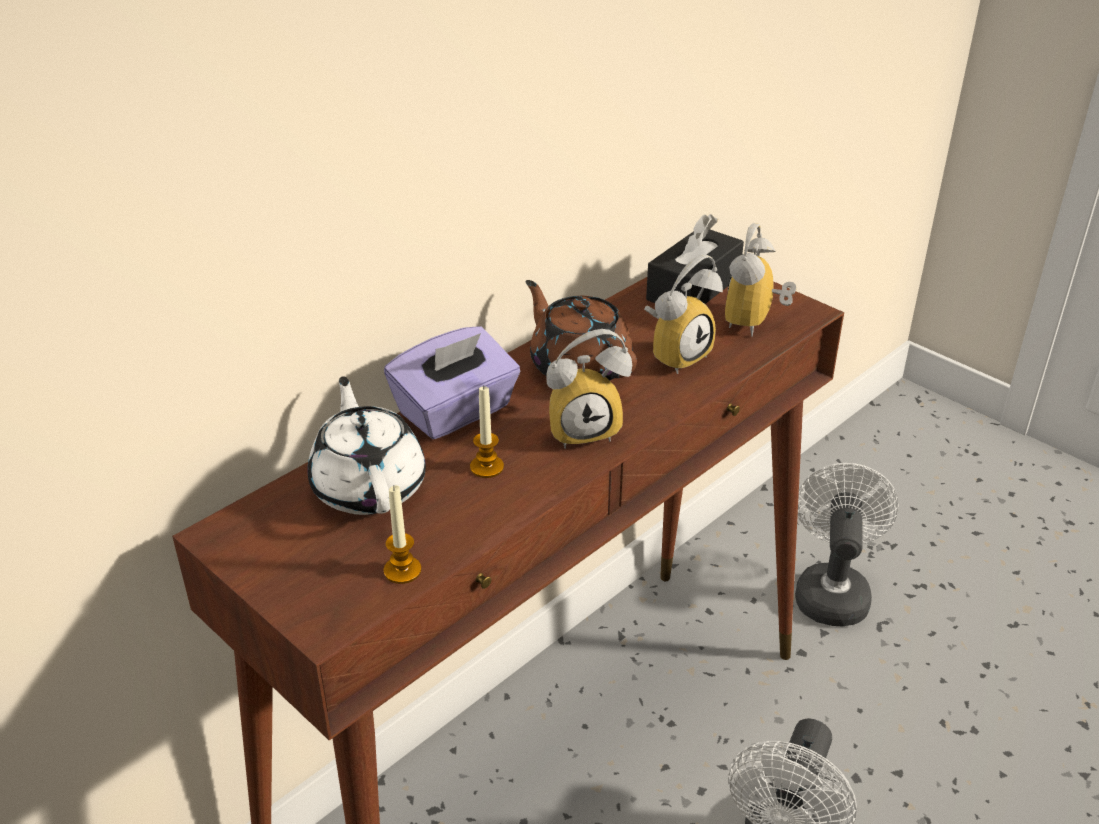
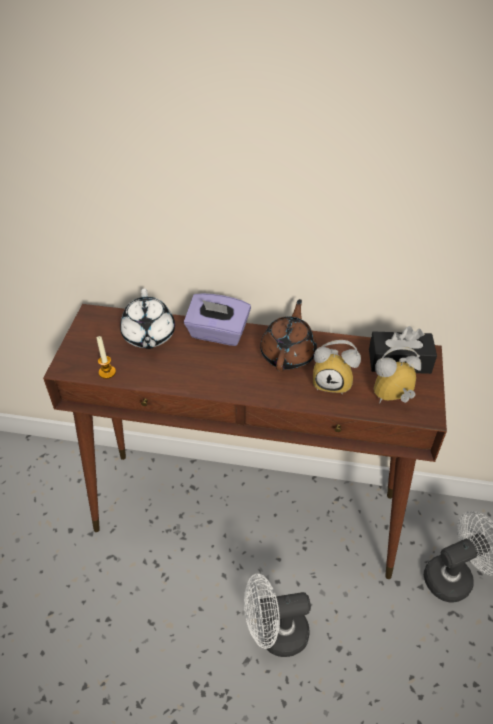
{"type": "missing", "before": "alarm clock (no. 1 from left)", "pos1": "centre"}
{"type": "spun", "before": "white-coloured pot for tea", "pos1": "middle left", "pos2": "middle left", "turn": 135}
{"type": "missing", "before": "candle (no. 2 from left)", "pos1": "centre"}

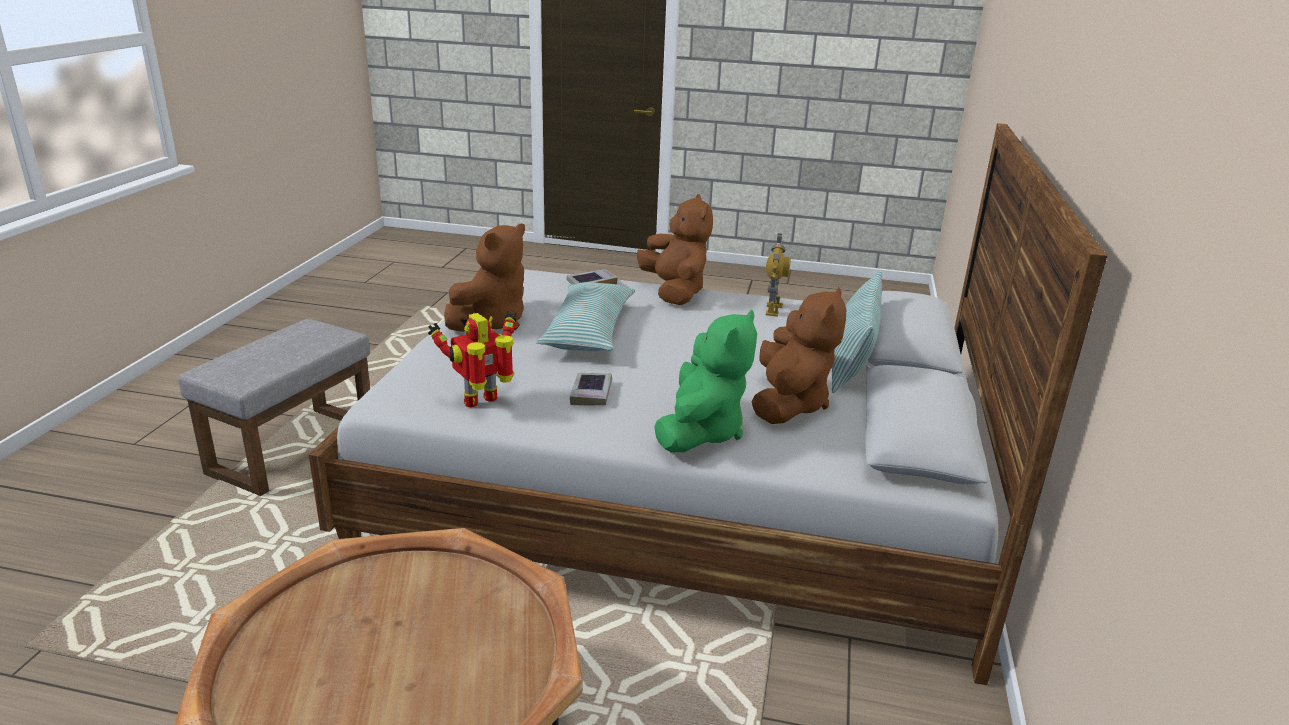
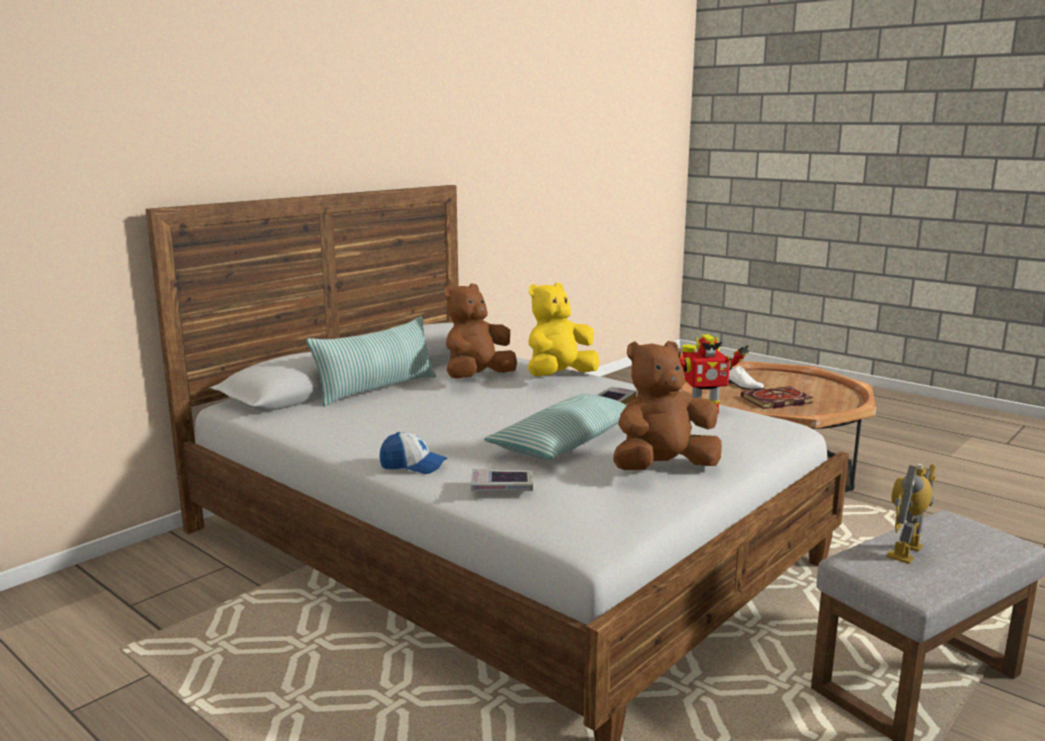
{"type": "exchanged", "before": "brown soft toy (no. 2 from left)", "after": "cap", "pos1": "centre", "pos2": "centre"}
{"type": "relocated", "before": "model robot (no. 2 from left)", "pos1": "centre", "pos2": "bottom right"}
{"type": "colour", "before": "green-coloured soft toy", "after": "yellow-coloured soft toy", "pos1": "centre", "pos2": "centre"}
{"type": "appeared", "after": "white-coloured low shoe", "pos2": "middle right"}
{"type": "appeared", "after": "bound book (no. 3 from left)", "pos2": "middle right"}

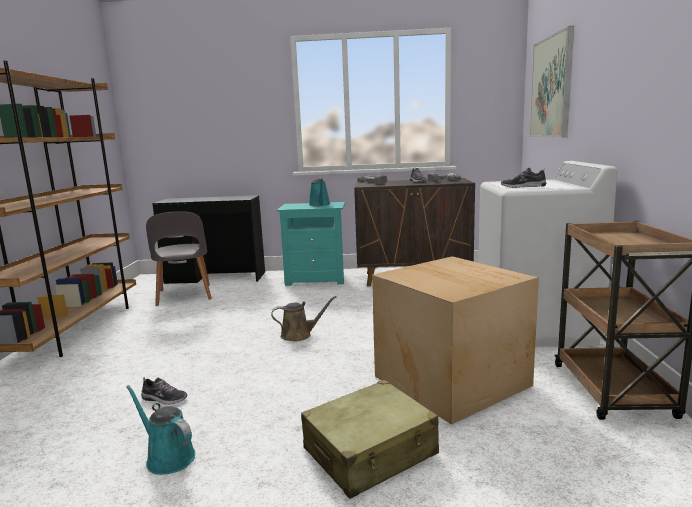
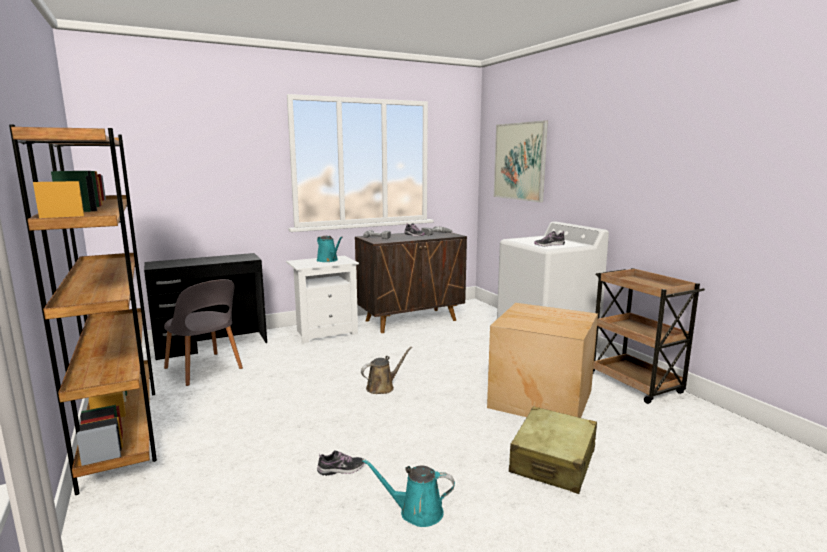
{"type": "colour", "before": "blue-green bedside table", "after": "white-coloured bedside table", "pos1": "centre", "pos2": "centre"}

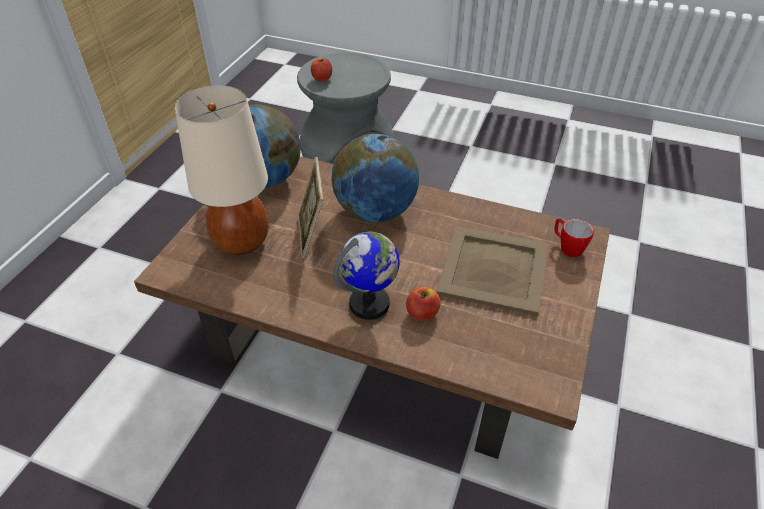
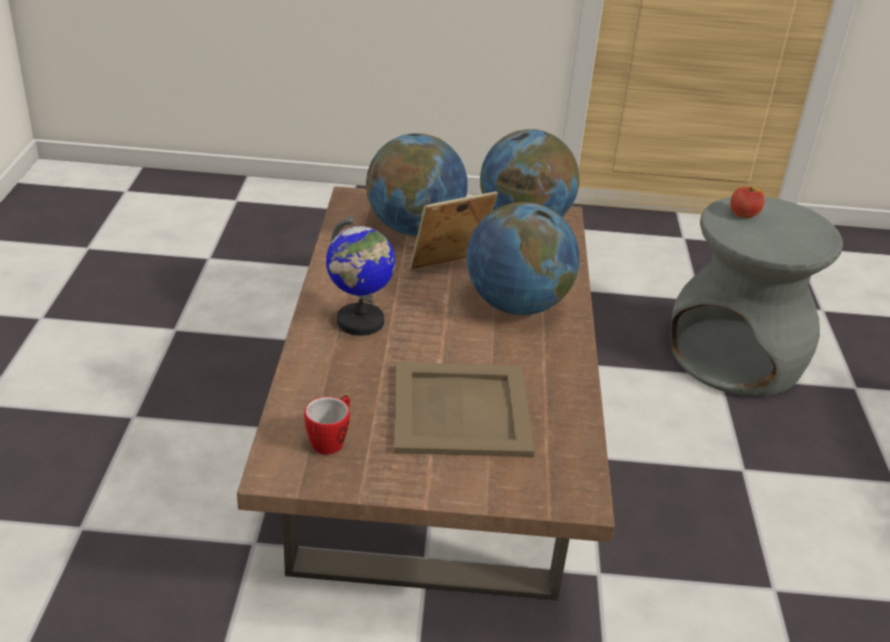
{"type": "exchanged", "before": "beige-coloured table lamp", "after": "globe (no. 2 from left)", "pos1": "middle left", "pos2": "top centre"}
{"type": "relocated", "before": "mug", "pos1": "middle right", "pos2": "centre"}
{"type": "missing", "before": "apple fruit (no. 2 from left)", "pos1": "centre"}

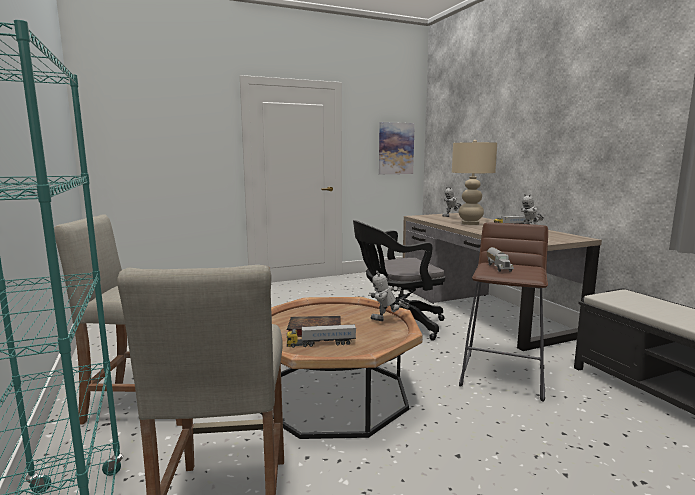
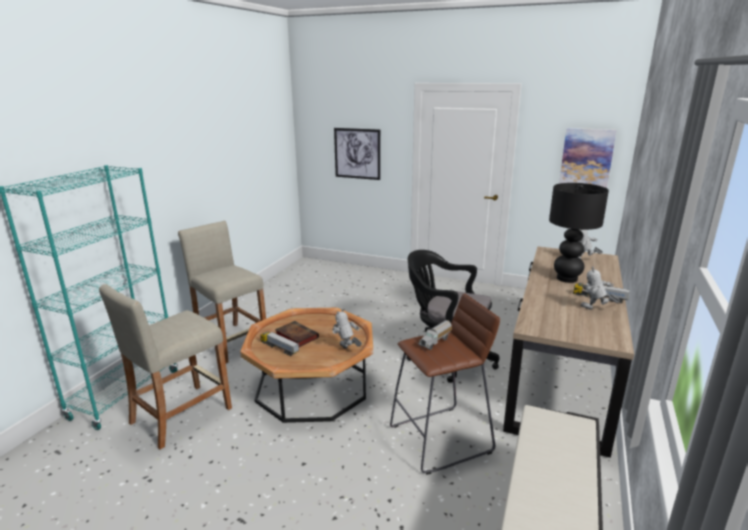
{"type": "colour", "before": "beige-coloured table lamp", "after": "black table lamp", "pos1": "middle right", "pos2": "middle right"}
{"type": "appeared", "after": "wall art (no. 1 from left)", "pos2": "top centre"}

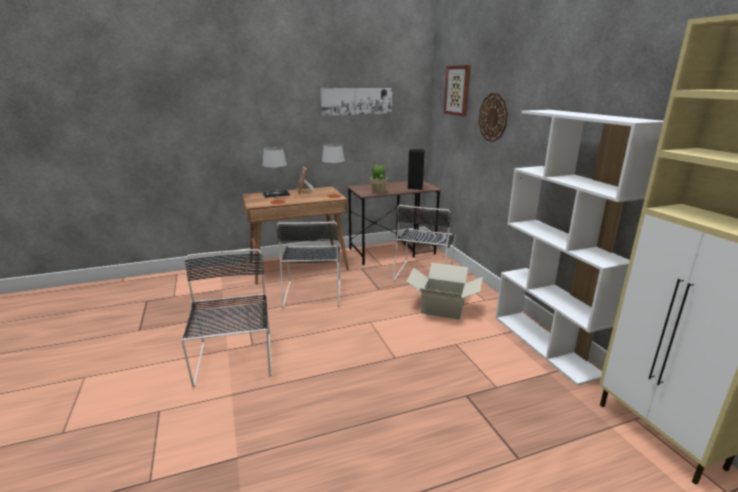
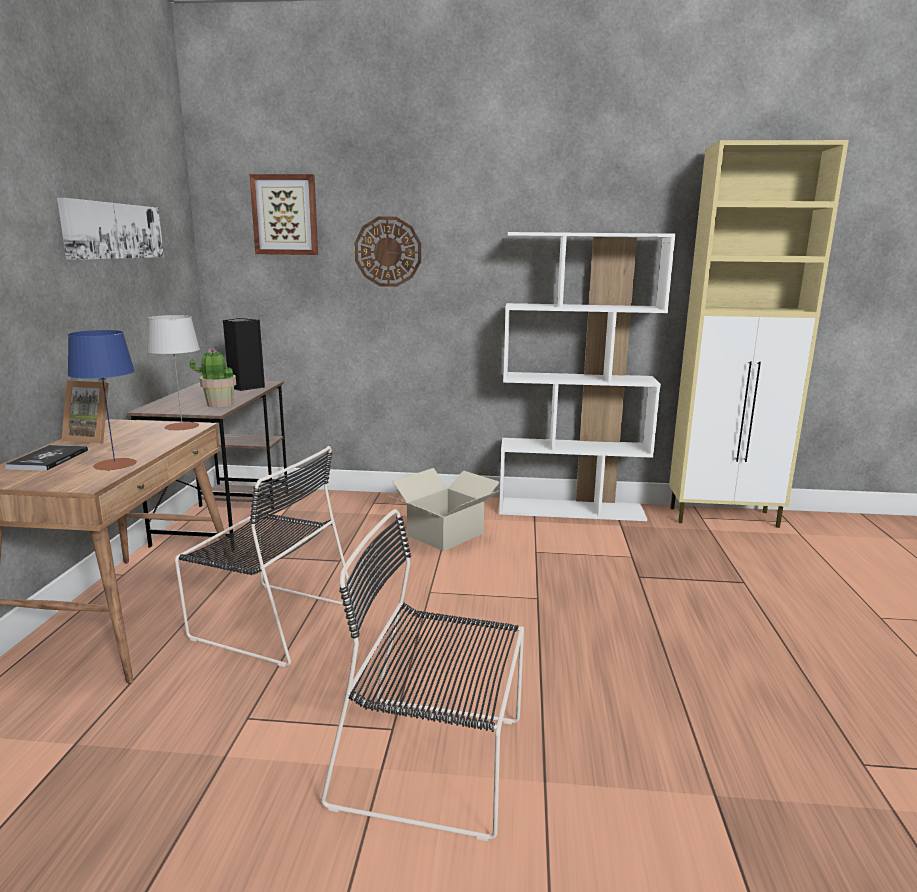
{"type": "colour", "before": "grey table lamp (no. 1 from left)", "after": "bluish table lamp", "pos1": "centre", "pos2": "middle left"}
{"type": "missing", "before": "black upright chair (no. 3 from left)", "pos1": "centre"}

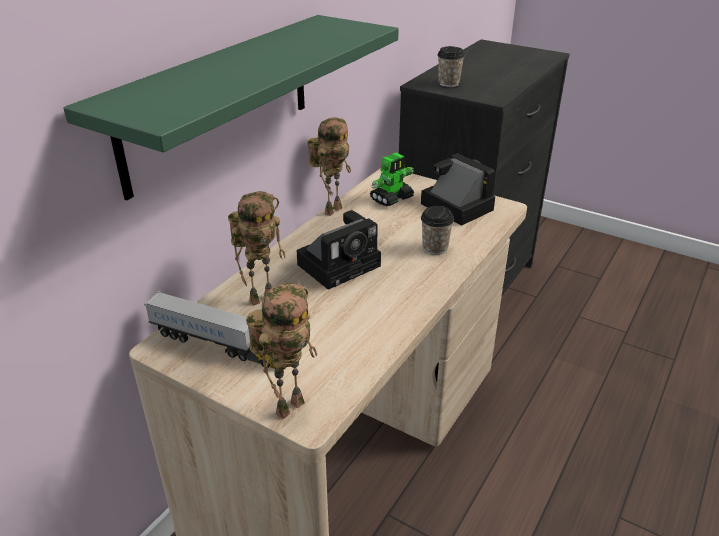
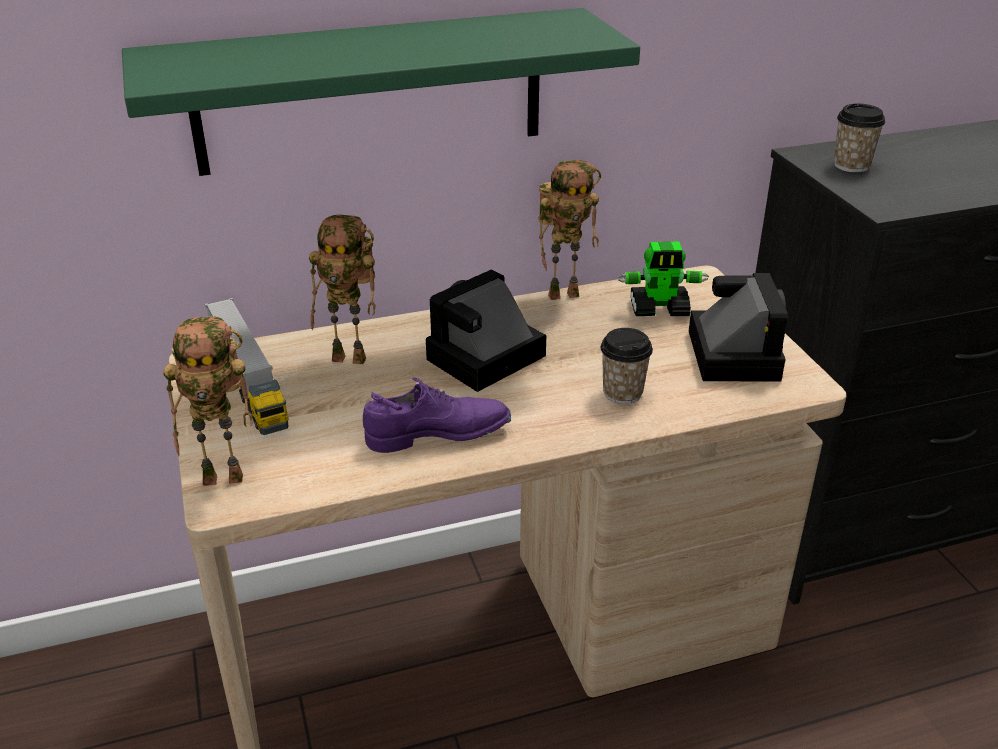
{"type": "spun", "before": "photo camera (no. 1 from left)", "pos1": "centre", "pos2": "centre", "turn": 135}
{"type": "appeared", "after": "purple low shoe", "pos2": "centre"}

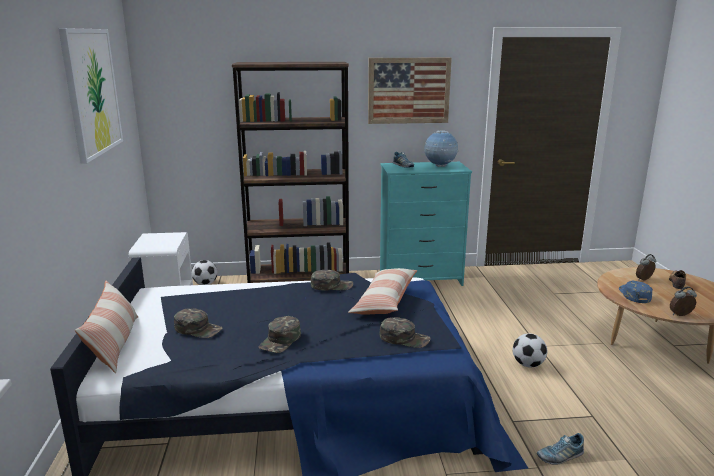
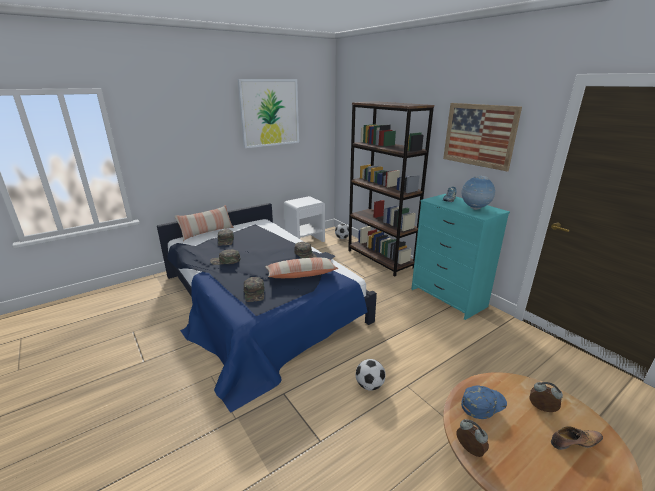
{"type": "missing", "before": "low shoe (no. 2 from left)", "pos1": "bottom right"}

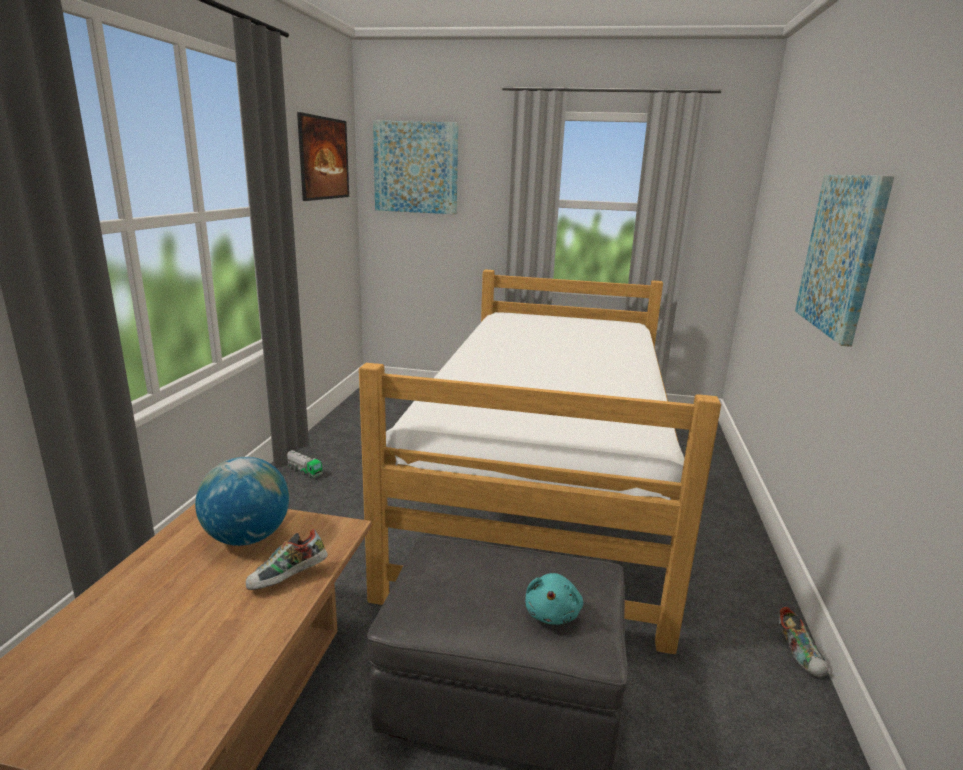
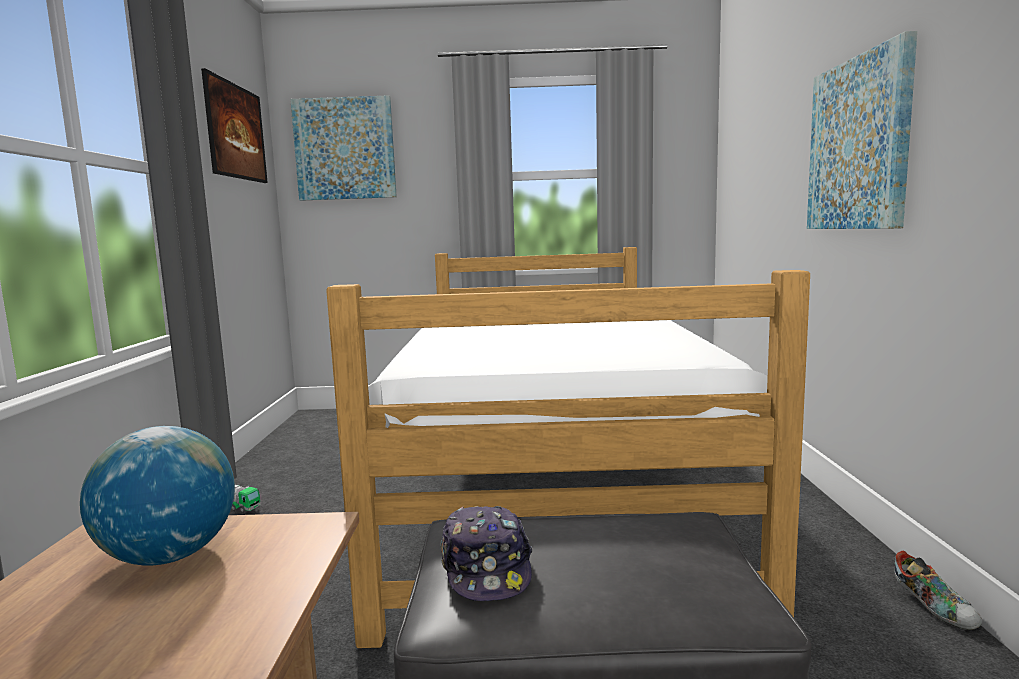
{"type": "missing", "before": "low shoe (no. 1 from left)", "pos1": "bottom left"}
{"type": "missing", "before": "blue-green soft toy", "pos1": "bottom centre"}
{"type": "appeared", "after": "cap", "pos2": "bottom centre"}

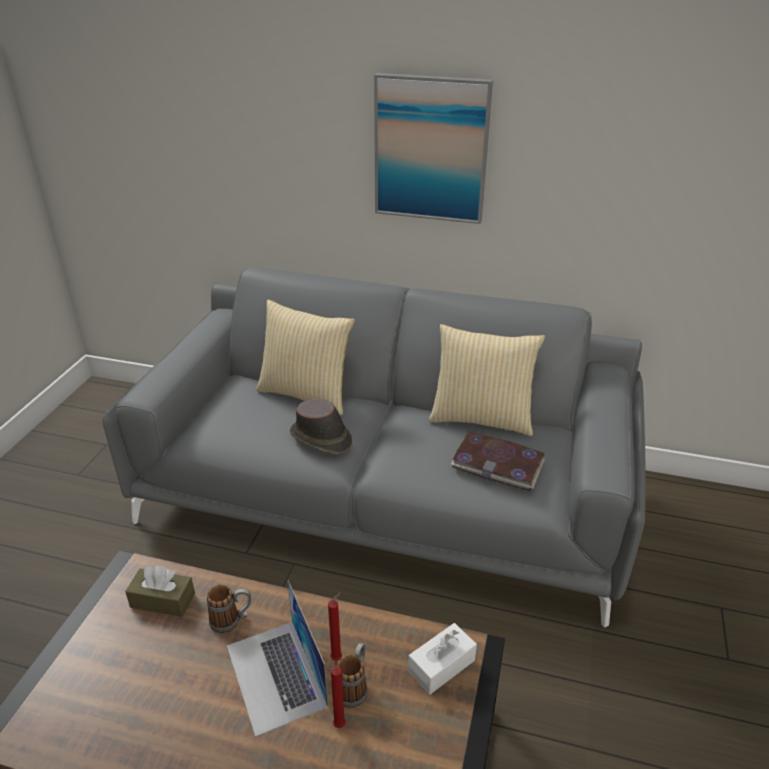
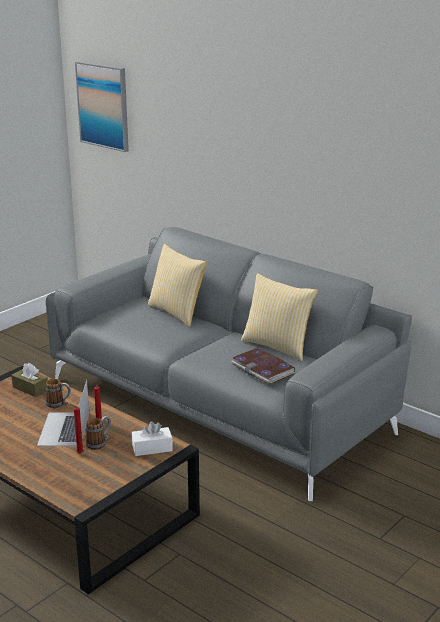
{"type": "relocated", "before": "wall art", "pos1": "top centre", "pos2": "top left"}
{"type": "missing", "before": "brown wearable hat", "pos1": "centre"}

